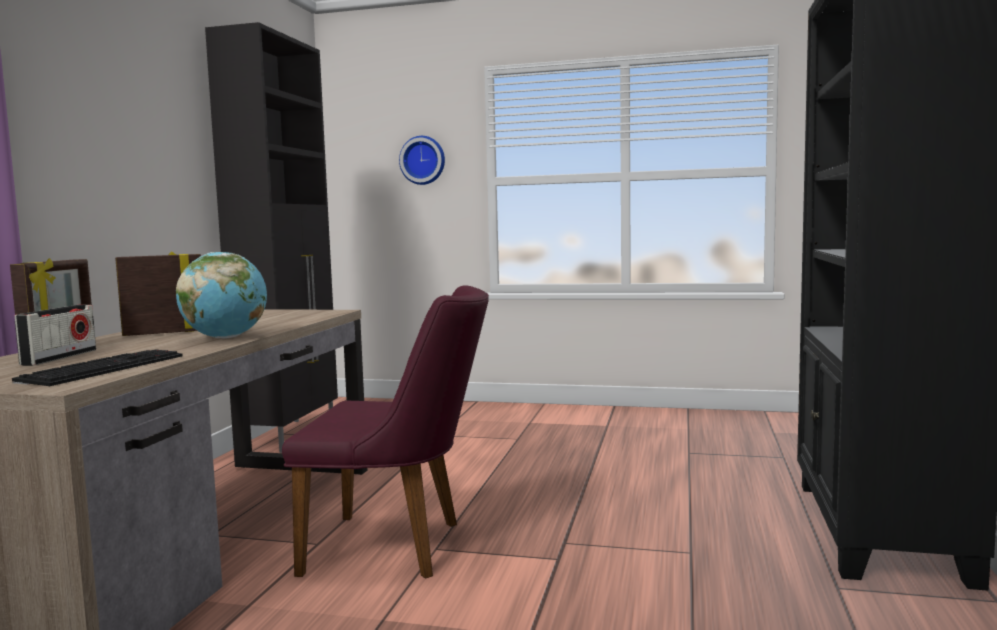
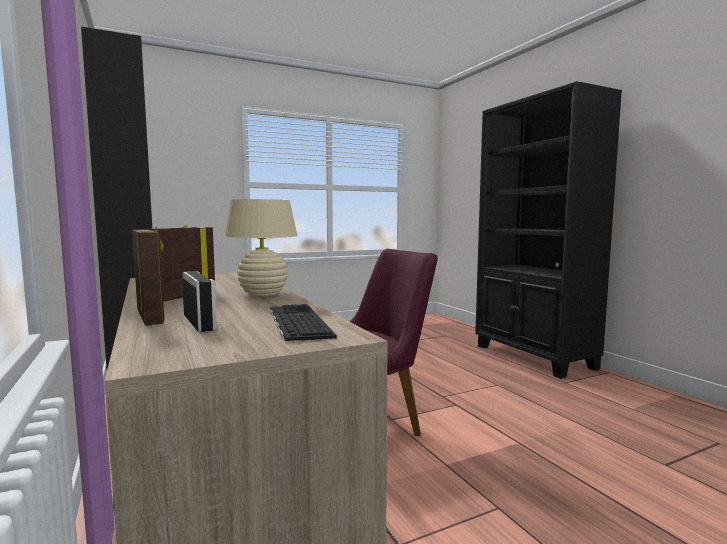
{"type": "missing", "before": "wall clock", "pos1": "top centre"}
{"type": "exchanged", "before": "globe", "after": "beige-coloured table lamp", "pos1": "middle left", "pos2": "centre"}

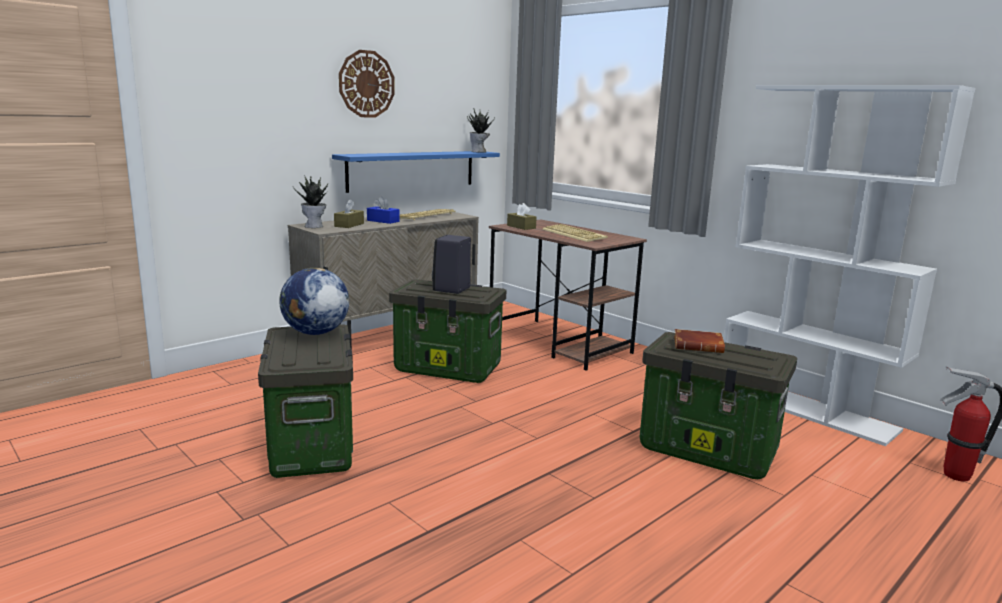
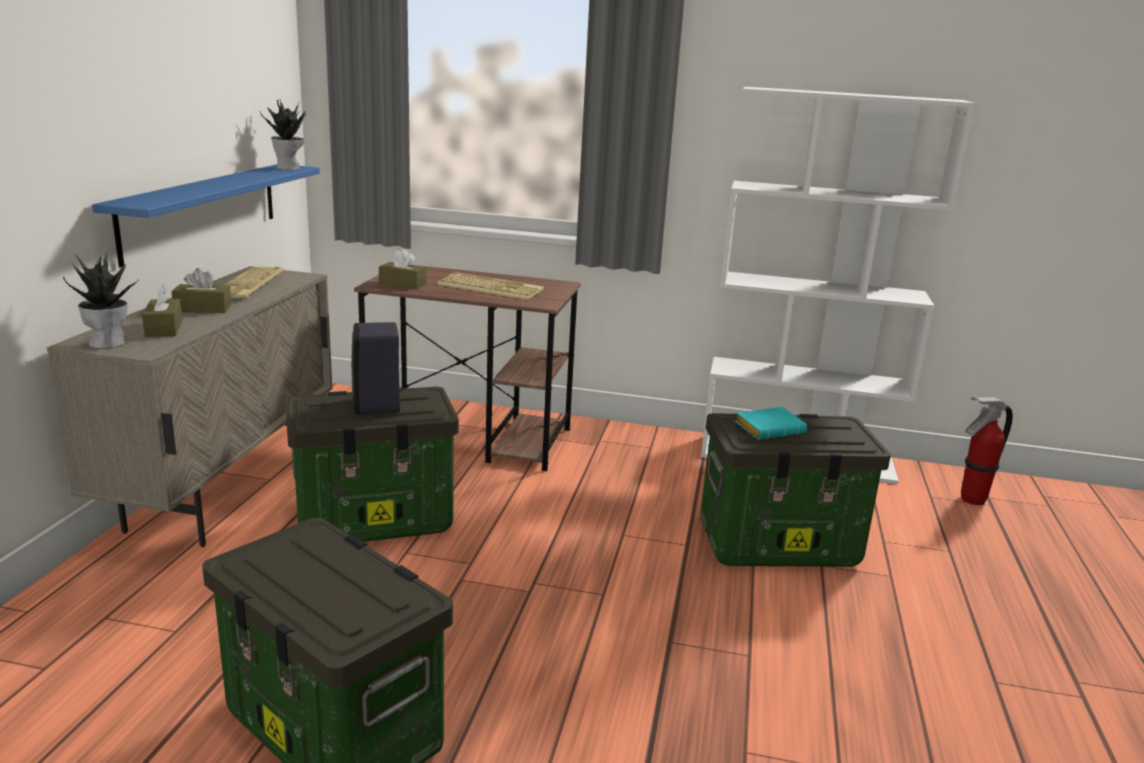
{"type": "missing", "before": "wall clock", "pos1": "top centre"}
{"type": "colour", "before": "bluish tissue box", "after": "brown tissue box (no. 2 from left)", "pos1": "centre", "pos2": "middle left"}
{"type": "missing", "before": "globe", "pos1": "middle left"}
{"type": "colour", "before": "brown bound book", "after": "blue-green bound book", "pos1": "middle right", "pos2": "middle right"}

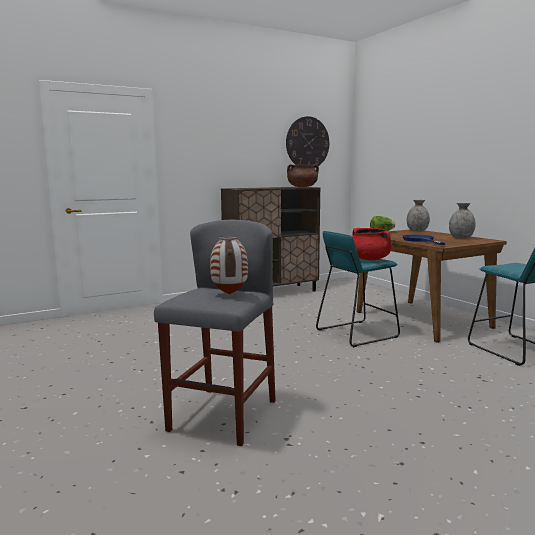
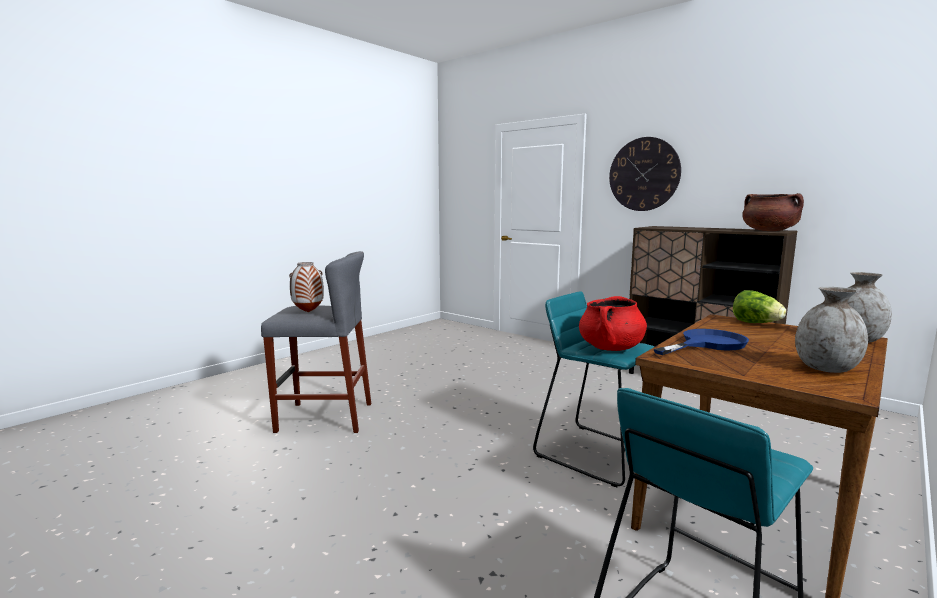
{"type": "relocated", "before": "wall clock", "pos1": "top centre", "pos2": "top right"}

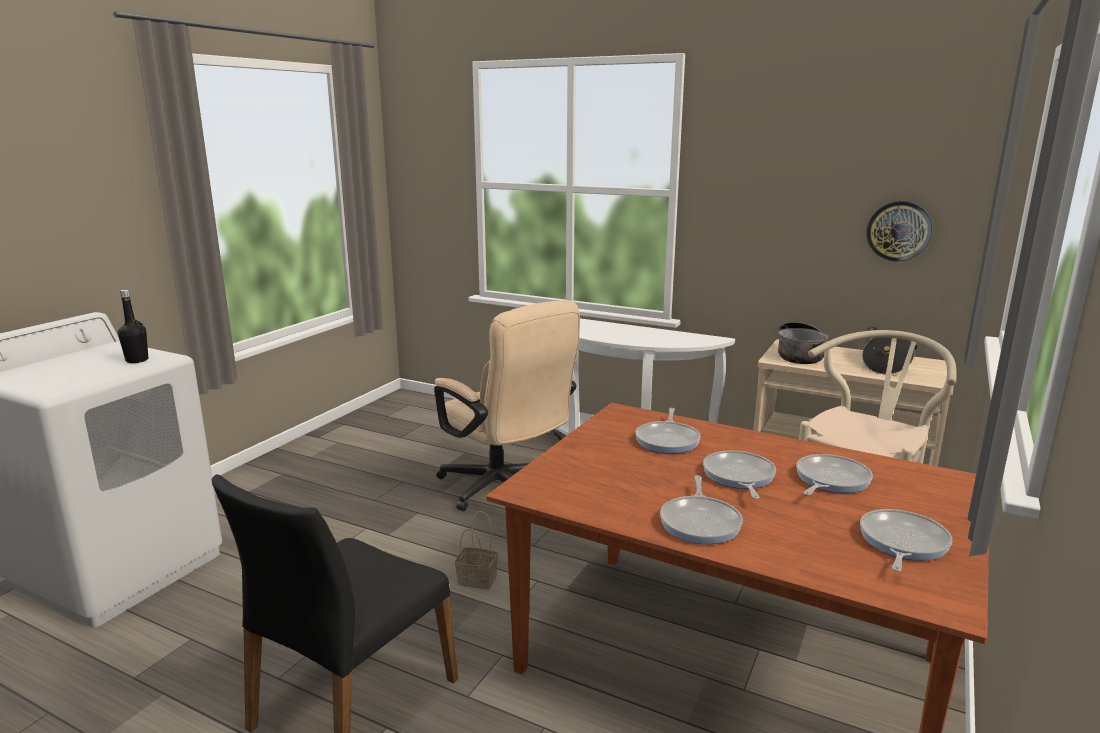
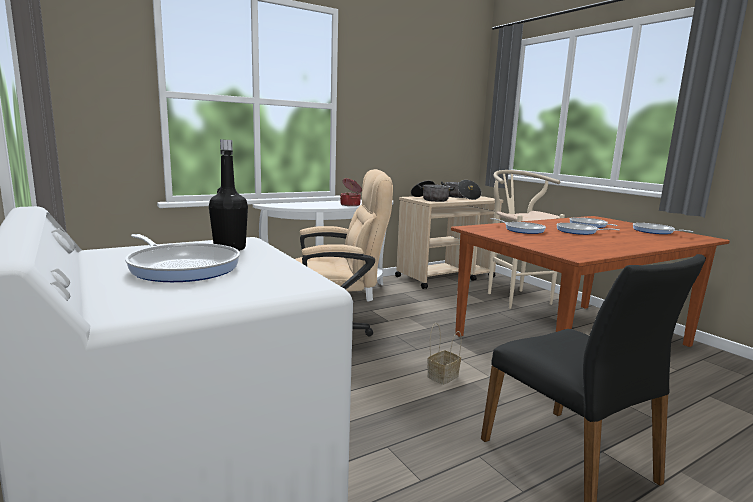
{"type": "missing", "before": "wall clock", "pos1": "top right"}
{"type": "relocated", "before": "skillet (no. 2 from left in the first image)", "after": "skillet (no. 1 from left)", "pos1": "bottom centre", "pos2": "middle left"}
{"type": "appeared", "after": "cooking pot (no. 1 from left)", "pos2": "centre"}

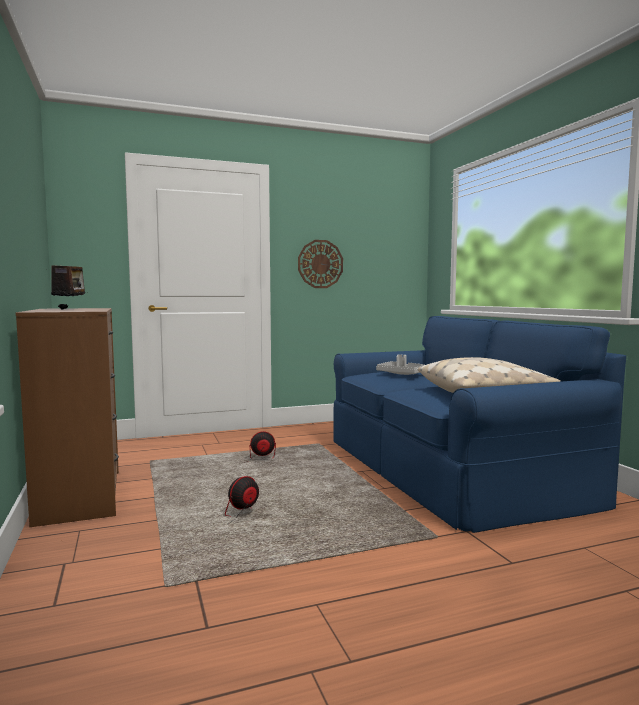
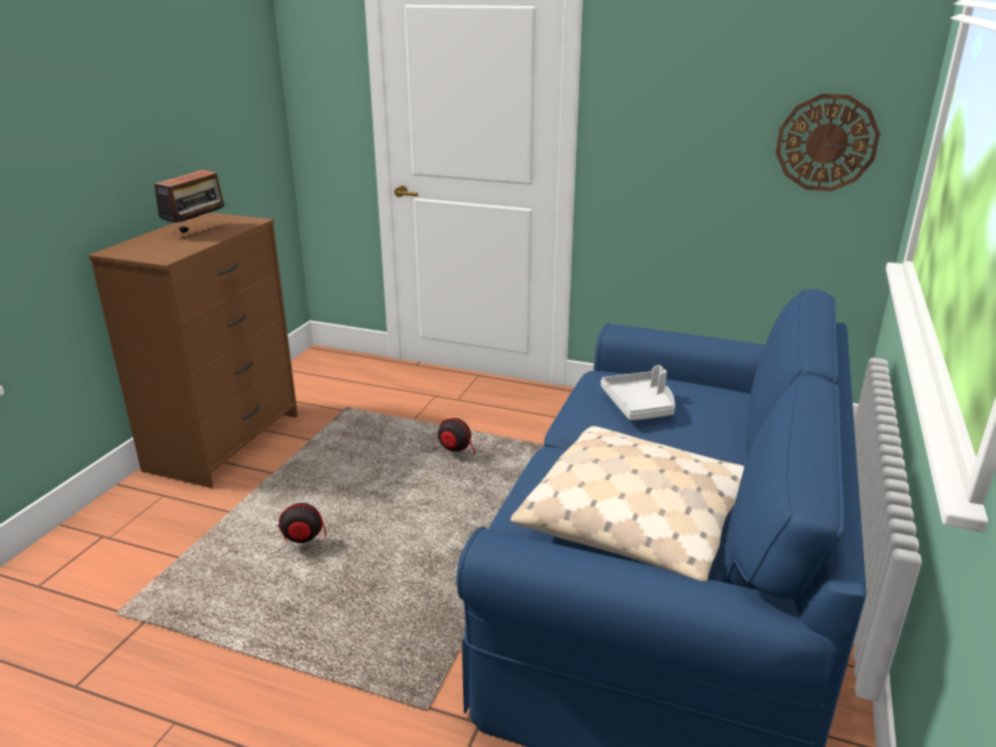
{"type": "relocated", "before": "wall clock", "pos1": "centre", "pos2": "top right"}

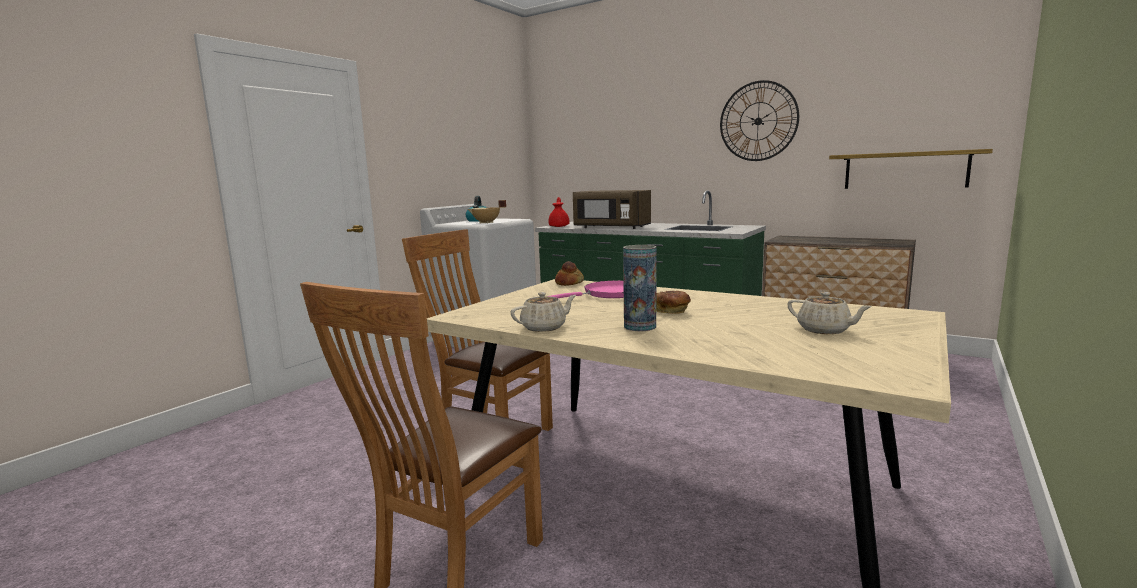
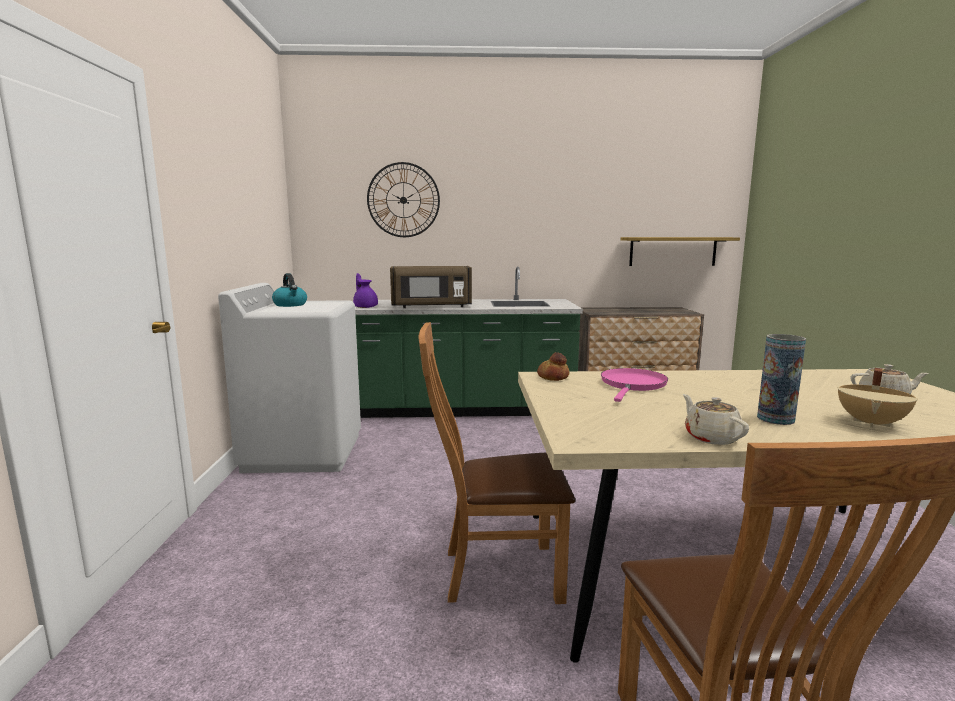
{"type": "relocated", "before": "wall clock", "pos1": "top right", "pos2": "top centre"}
{"type": "colour", "before": "red-coloured pot for tea", "after": "purple pot for tea", "pos1": "centre", "pos2": "centre"}
{"type": "relocated", "before": "beige-coloured cooking pot", "pos1": "centre", "pos2": "middle right"}
{"type": "missing", "before": "baked bread (no. 2 from left)", "pos1": "centre"}
{"type": "spun", "before": "beige-coloured pot for tea (no. 1 from left)", "pos1": "centre", "pos2": "middle right", "turn": -45}

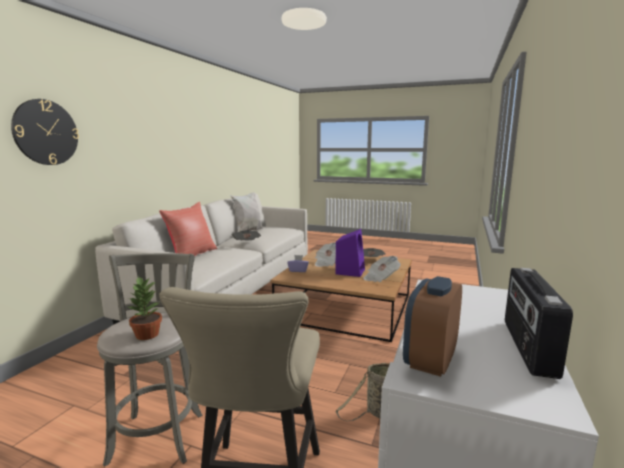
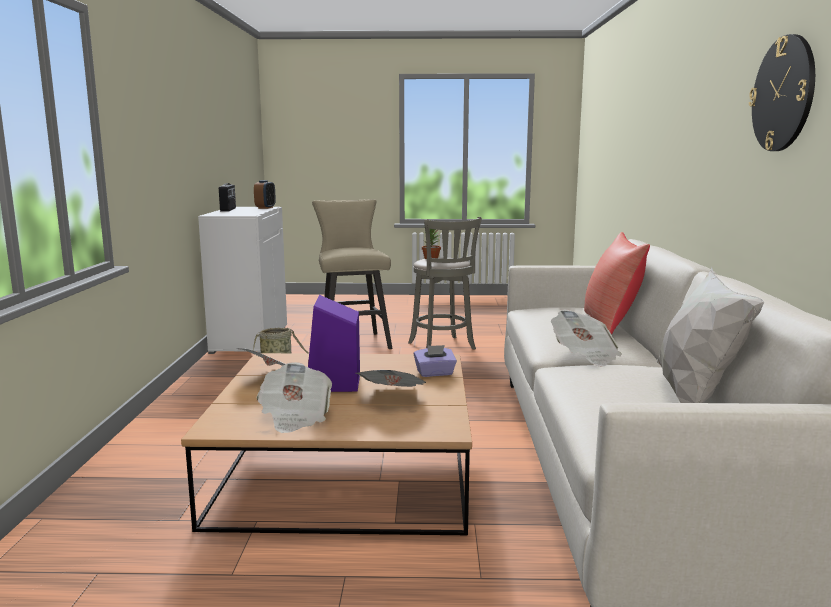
{"type": "relocated", "before": "wall clock", "pos1": "top left", "pos2": "top right"}

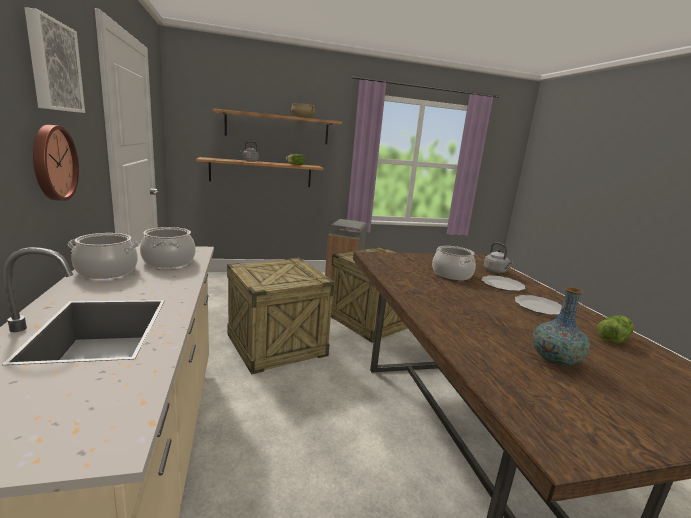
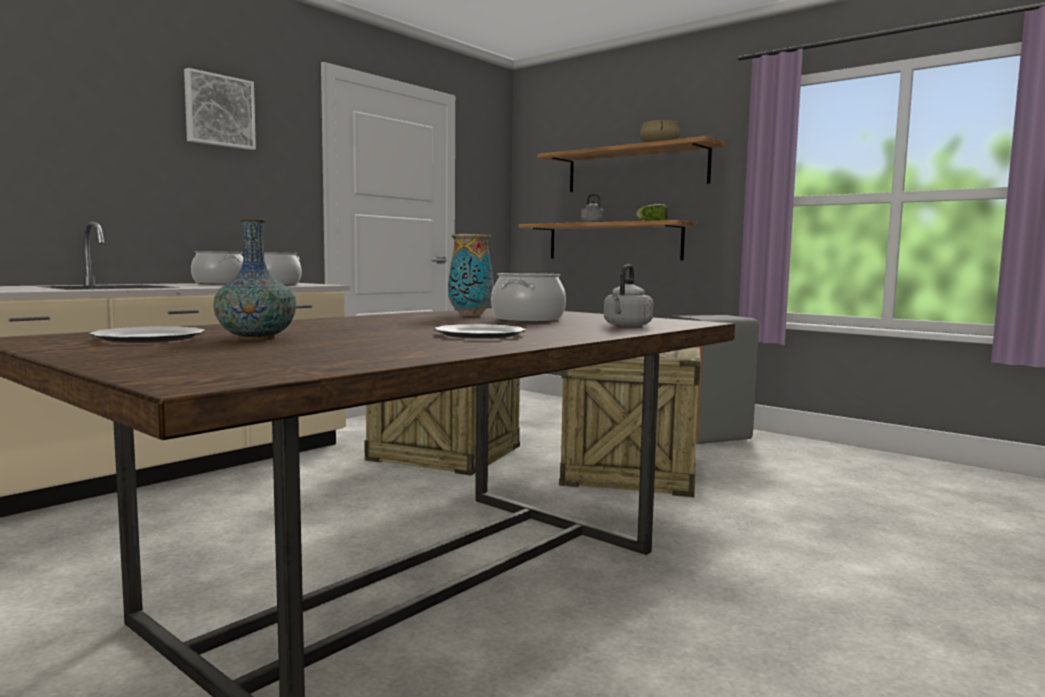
{"type": "missing", "before": "wall clock", "pos1": "top left"}
{"type": "relocated", "before": "dinner plate (no. 1 from left)", "pos1": "middle right", "pos2": "middle left"}
{"type": "missing", "before": "head of lettuce (no. 2 from left)", "pos1": "middle right"}
{"type": "appeared", "after": "flower vase (no. 2 from left)", "pos2": "centre"}

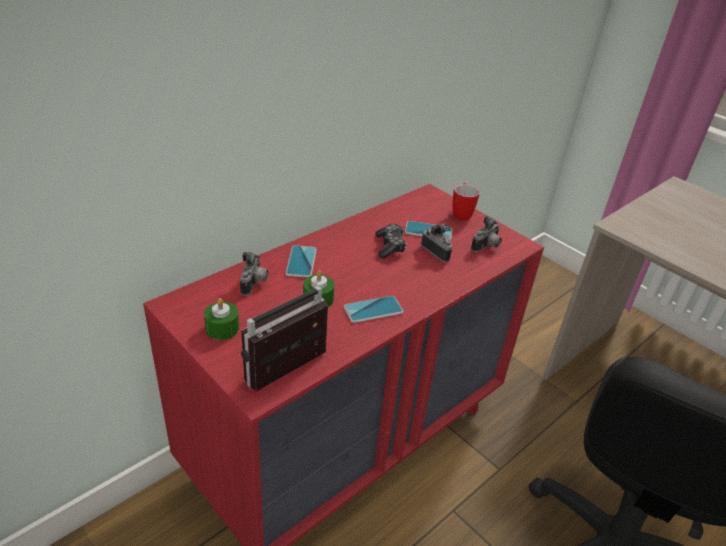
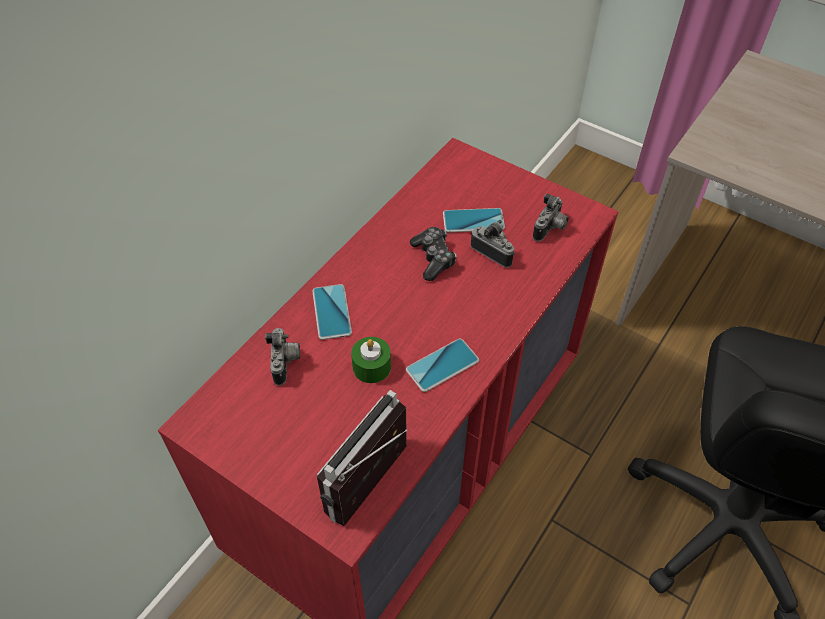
{"type": "missing", "before": "mug", "pos1": "centre"}
{"type": "missing", "before": "green-coloured candle (no. 1 from left)", "pos1": "middle left"}

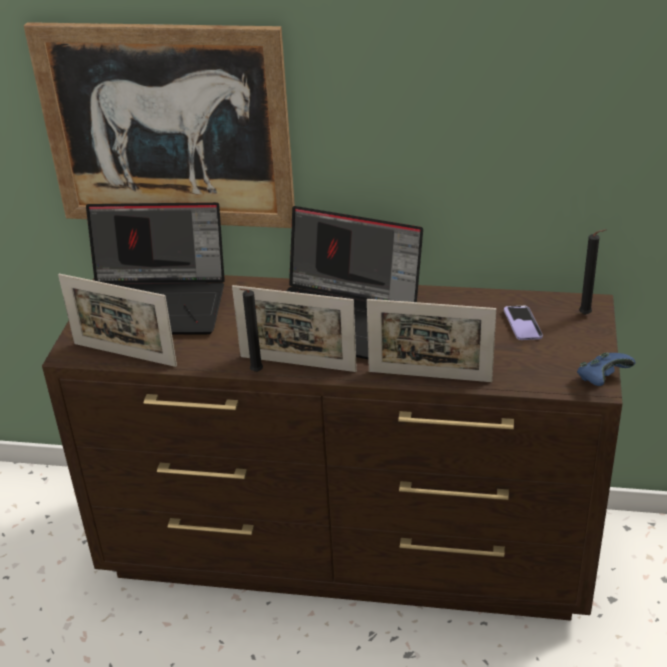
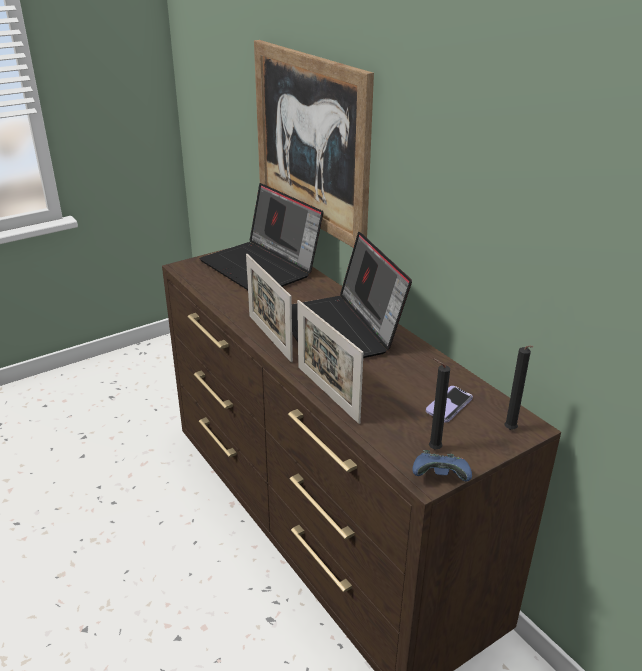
{"type": "missing", "before": "standing frame (no. 1 from left)", "pos1": "middle left"}
{"type": "relocated", "before": "black candle (no. 1 from left)", "pos1": "centre", "pos2": "middle right"}

